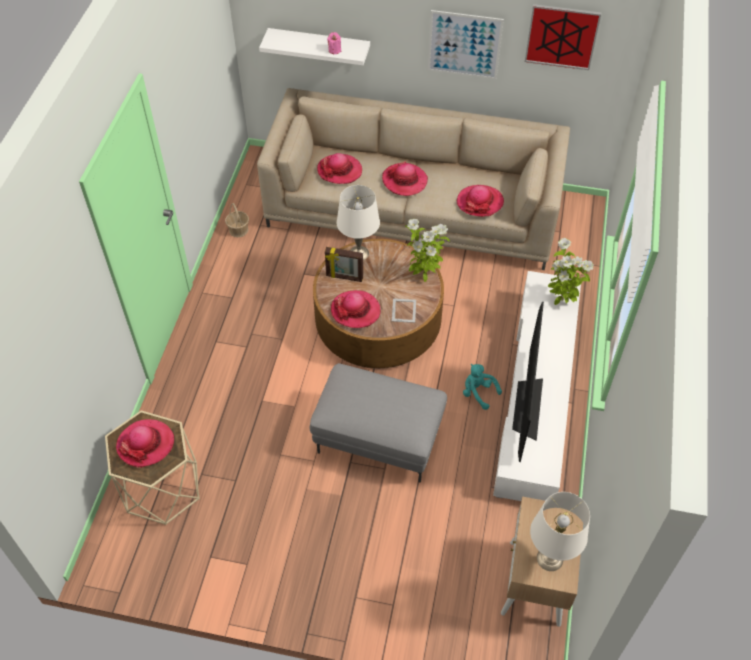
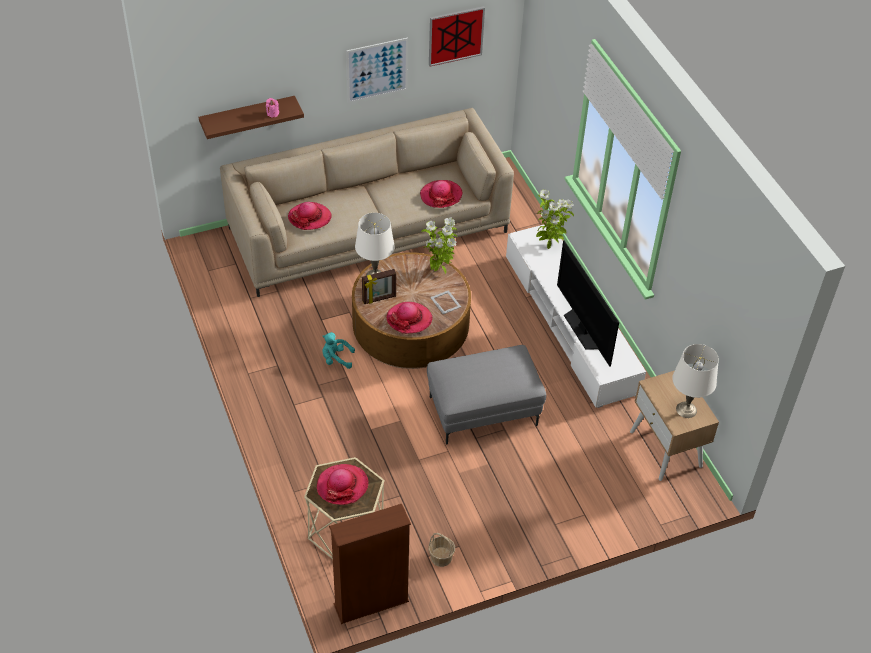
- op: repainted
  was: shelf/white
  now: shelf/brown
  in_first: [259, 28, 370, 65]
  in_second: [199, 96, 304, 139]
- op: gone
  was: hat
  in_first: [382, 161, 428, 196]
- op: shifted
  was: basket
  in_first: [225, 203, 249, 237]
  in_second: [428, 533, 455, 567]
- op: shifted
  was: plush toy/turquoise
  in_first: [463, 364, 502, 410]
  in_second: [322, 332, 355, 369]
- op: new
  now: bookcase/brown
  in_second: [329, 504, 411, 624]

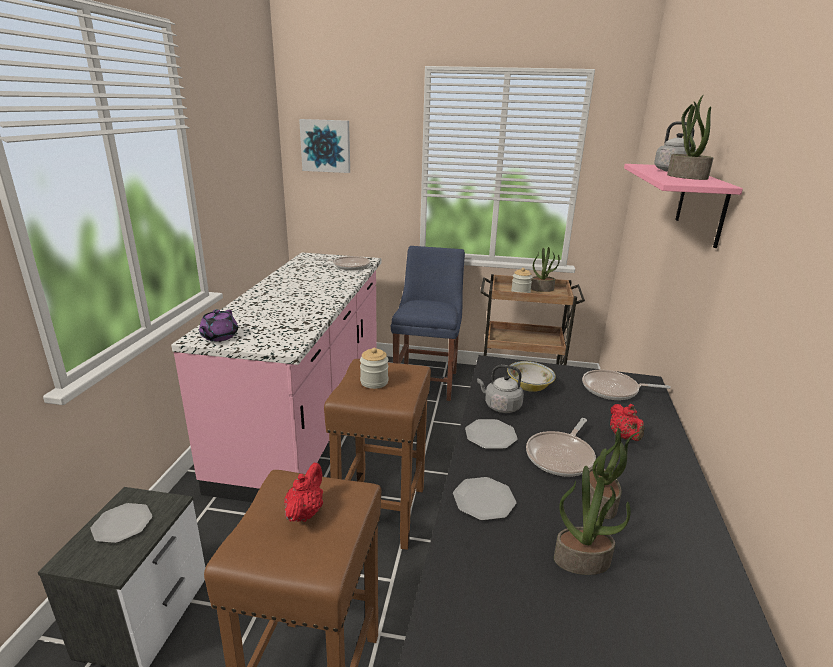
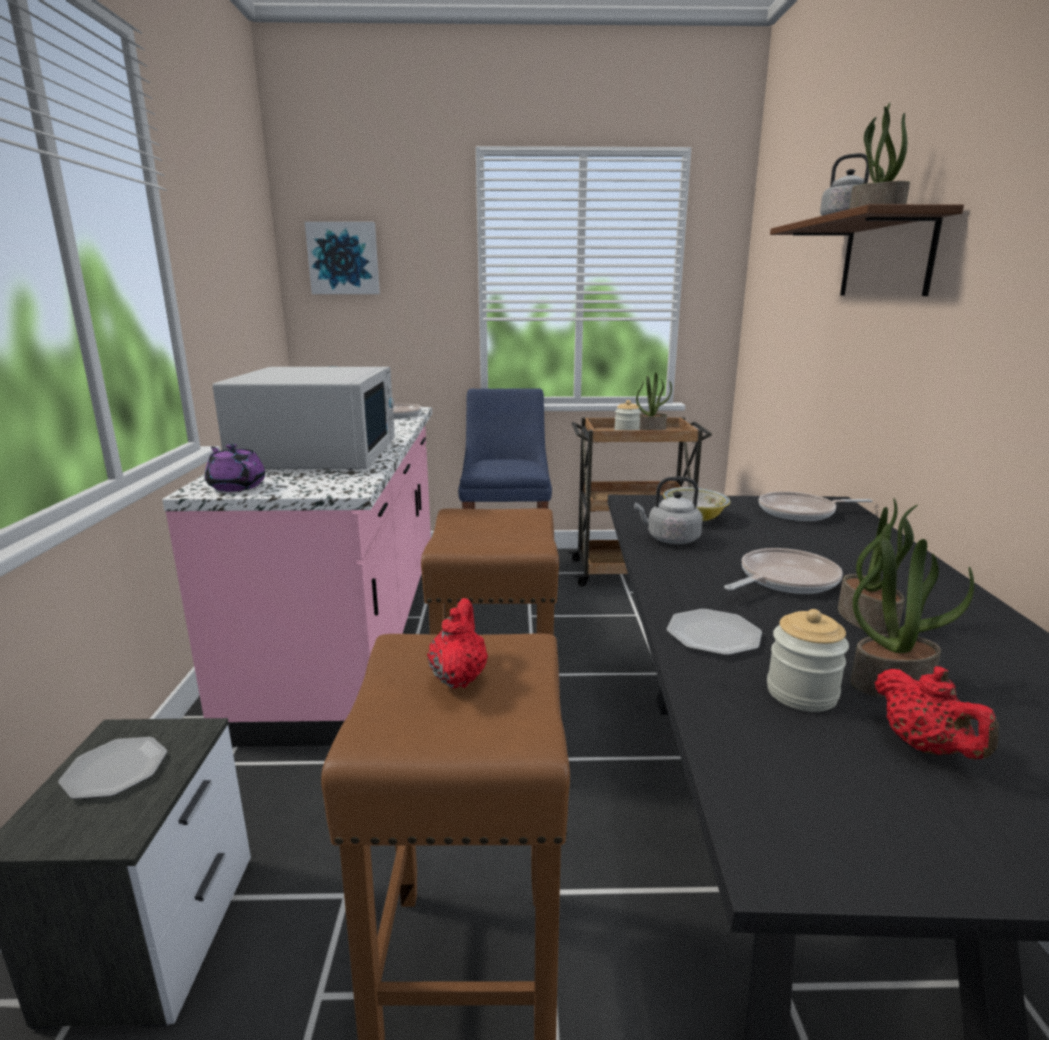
- op: repainted
  was: shelf/pink
  now: shelf/brown
  in_first: [624, 164, 743, 248]
  in_second: [770, 204, 964, 296]
- op: rotated
  was: teapot/purple
  in_first: [199, 309, 238, 341]
  in_second: [205, 444, 265, 492]
  clockwise: 135
- op: shifted
  was: jar
  in_first: [360, 348, 389, 389]
  in_second: [767, 609, 849, 712]
- op: shifted
  was: teapot/red
  in_first: [610, 404, 645, 441]
  in_second: [874, 666, 999, 760]
- op: rotated
  was: frying pan
  in_first: [526, 418, 596, 477]
  in_second: [724, 548, 843, 594]
  clockwise: -150
- op: gone
  was: plate
  in_first: [465, 419, 518, 449]
- op: new
  now: microwave/white
  in_second: [213, 367, 395, 470]

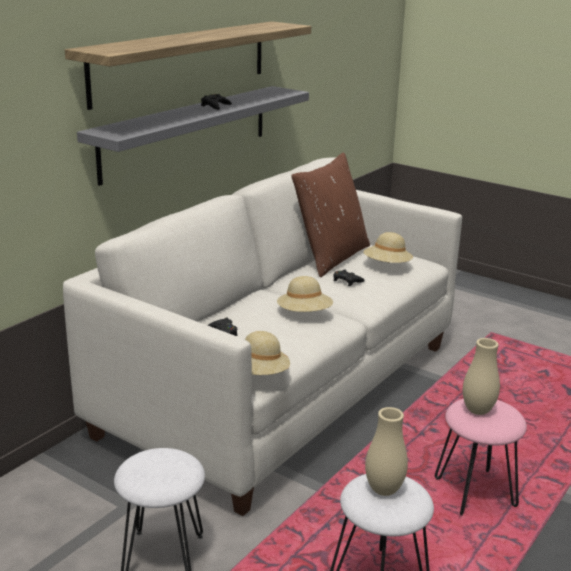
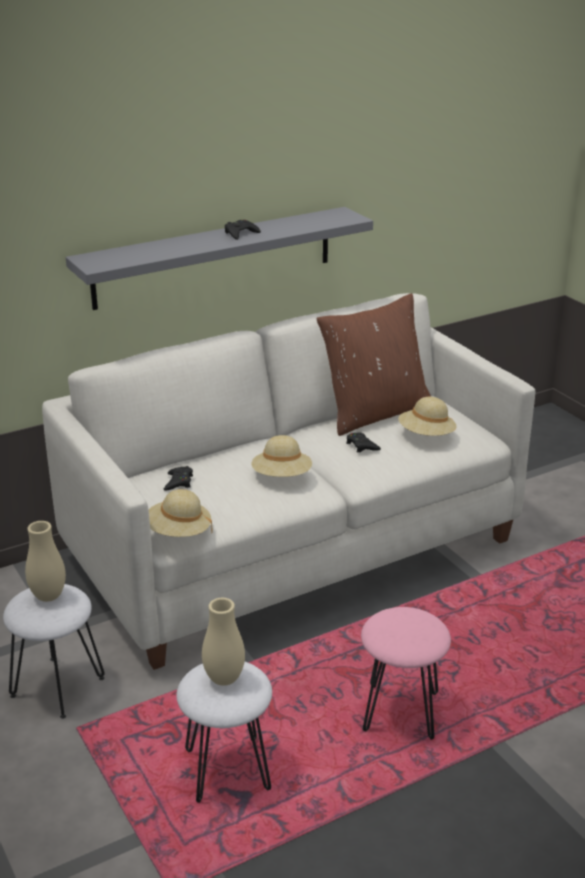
- op: gone
  was: shelf
  in_first: [65, 21, 311, 110]
- op: shifted
  was: vase/beige
  in_first: [463, 338, 500, 415]
  in_second: [25, 521, 66, 602]

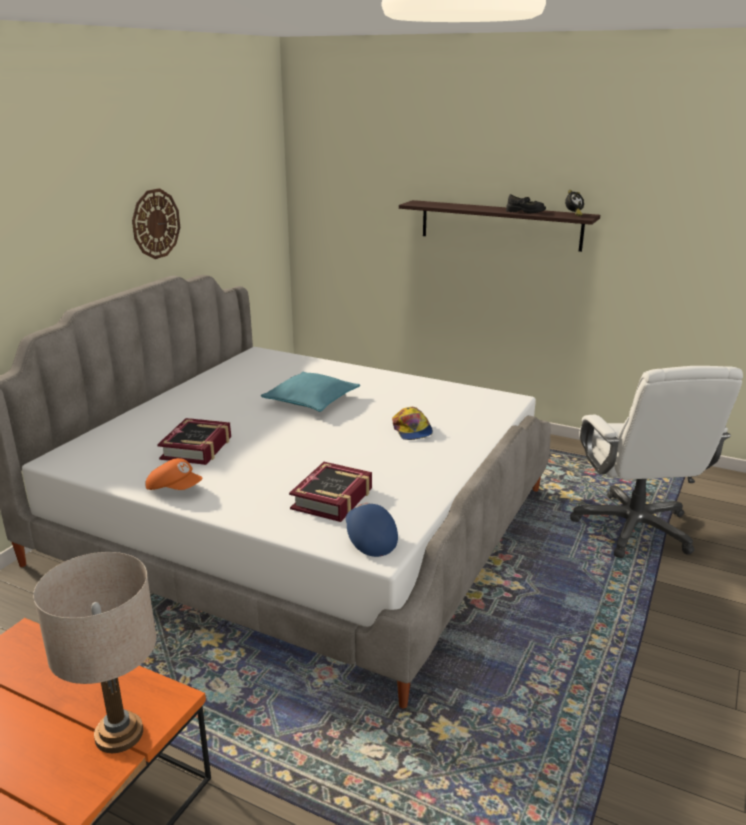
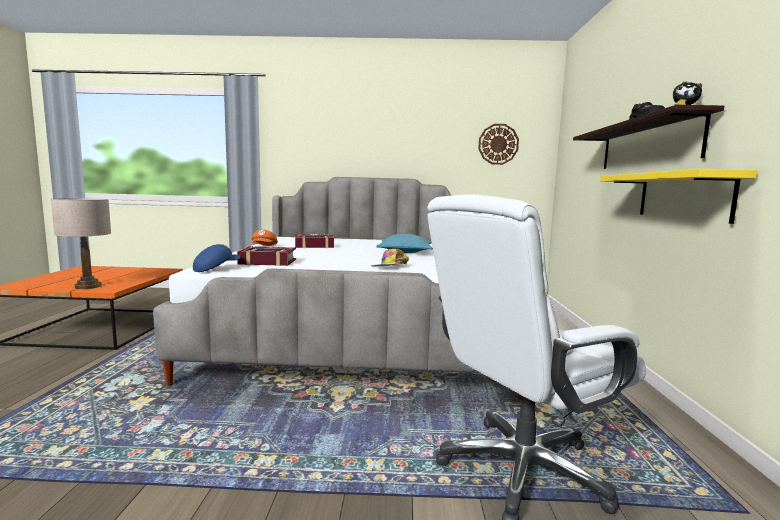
- op: shifted
  was: wall clock
  in_first: [132, 188, 180, 259]
  in_second: [478, 124, 519, 165]
- op: new
  now: shelf/yellow
  in_second: [600, 169, 757, 224]

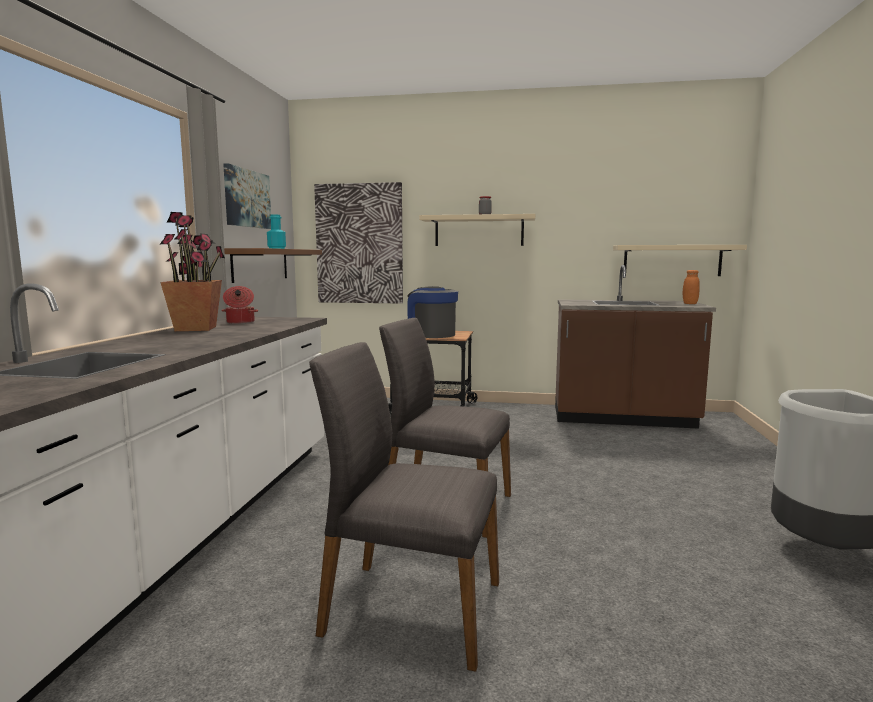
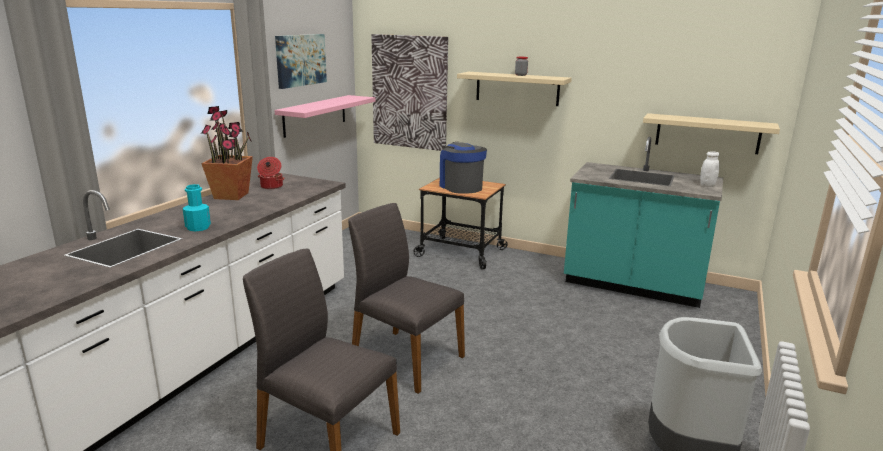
- op: shifted
  was: bottle/turquoise
  in_first: [267, 215, 286, 249]
  in_second: [183, 184, 211, 232]
- op: repainted
  was: shelf/brown
  now: shelf/pink
  in_first: [224, 248, 322, 283]
  in_second: [274, 95, 376, 138]
- op: repainted
  was: counter/brown
  now: counter/turquoise
  in_first: [555, 265, 716, 429]
  in_second: [564, 137, 723, 308]
- op: repainted
  was: jar/orange
  now: jar/white
  in_first: [683, 270, 700, 304]
  in_second: [700, 151, 720, 187]

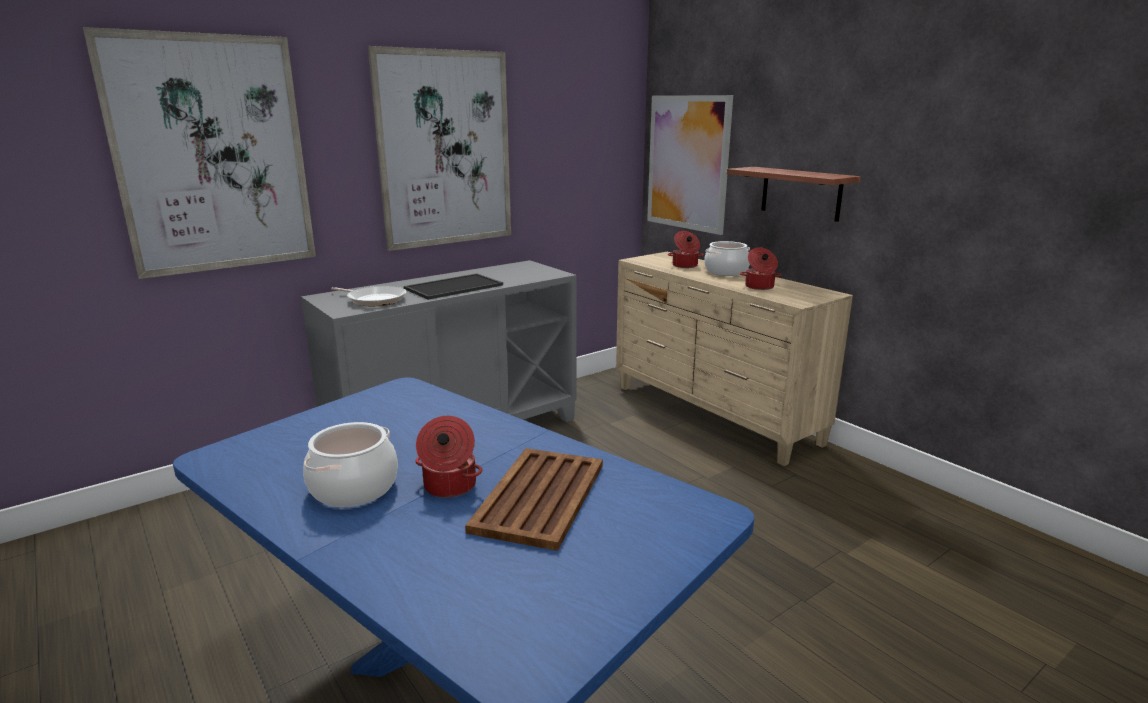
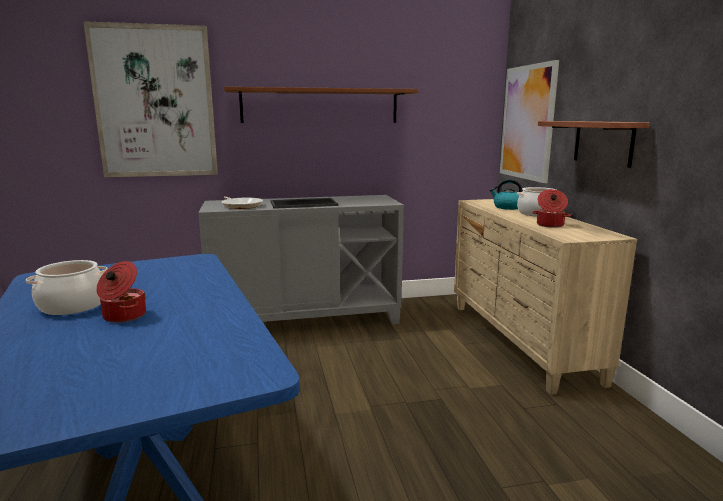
- op: swapped
  was: picture
  now: shelf/brown
  in_first: [368, 46, 511, 251]
  in_second: [224, 87, 419, 123]
- op: swapped
  was: cooking pot
  now: kettle
  in_first: [668, 231, 704, 268]
  in_second: [490, 179, 522, 210]
- op: gone
  was: tray/brown
  in_first: [465, 448, 603, 551]

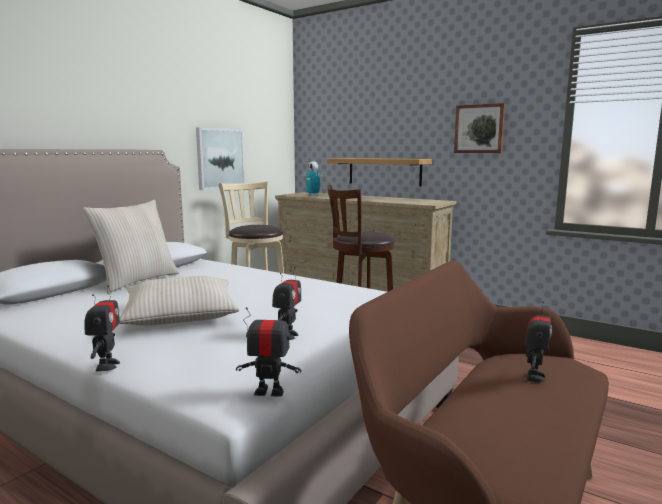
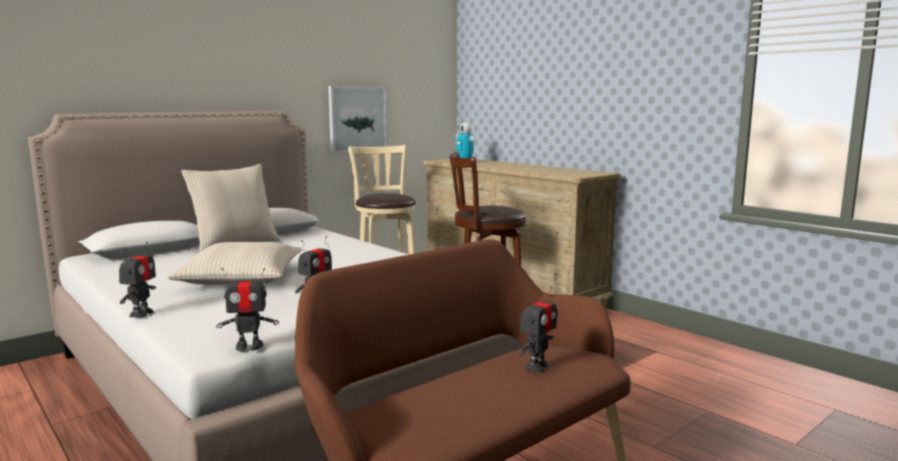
- op: gone
  was: picture
  in_first: [454, 103, 506, 153]
- op: gone
  was: shelf
  in_first: [327, 158, 432, 186]
- op: rotated
  was: toy robot
  in_first: [236, 307, 301, 397]
  in_second: [216, 268, 279, 351]
  clockwise: 150

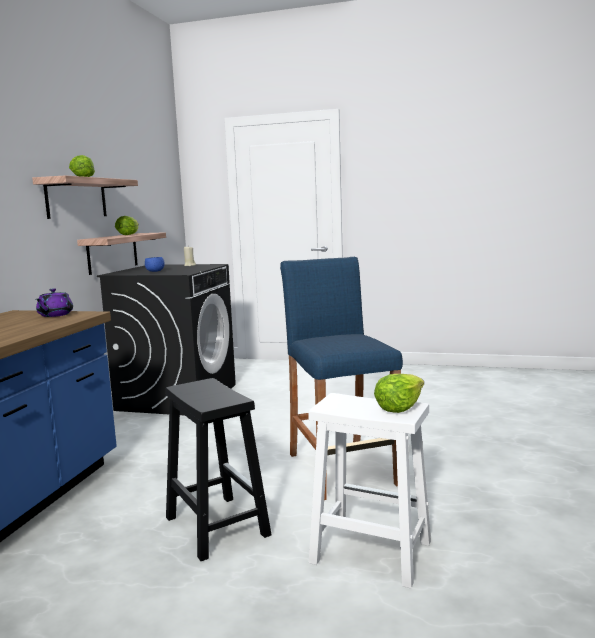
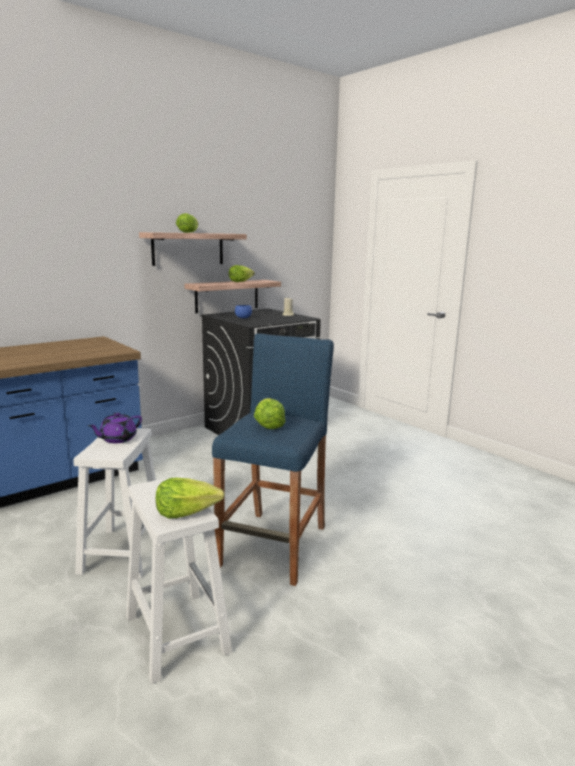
- op: shifted
  was: teapot/purple
  in_first: [36, 288, 73, 317]
  in_second: [88, 412, 142, 443]
- op: repainted
  was: stool/black
  now: stool/white
  in_first: [165, 378, 272, 561]
  in_second: [73, 428, 156, 578]
- op: new
  now: lettuce
  in_second: [254, 398, 286, 429]

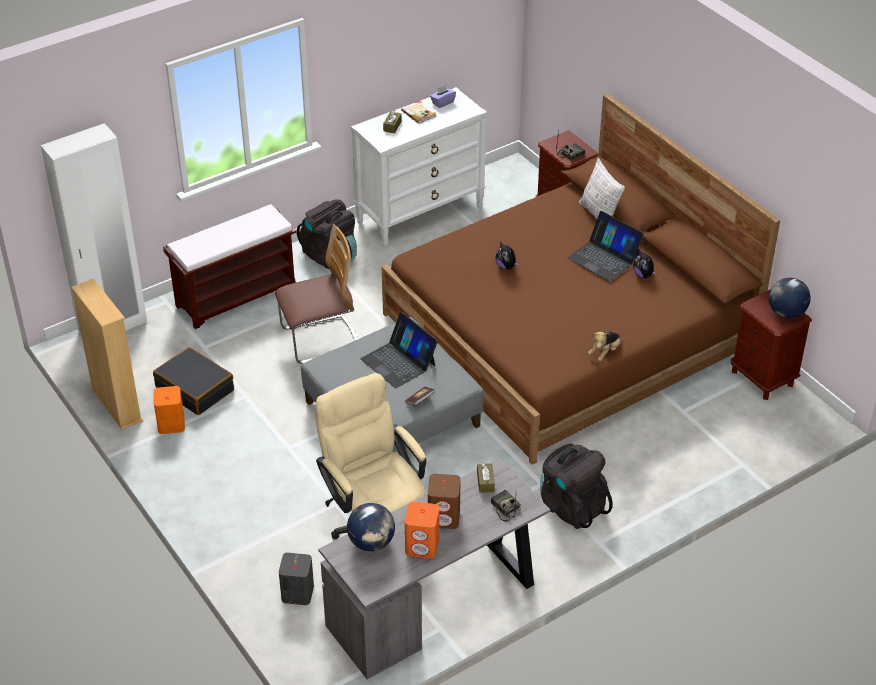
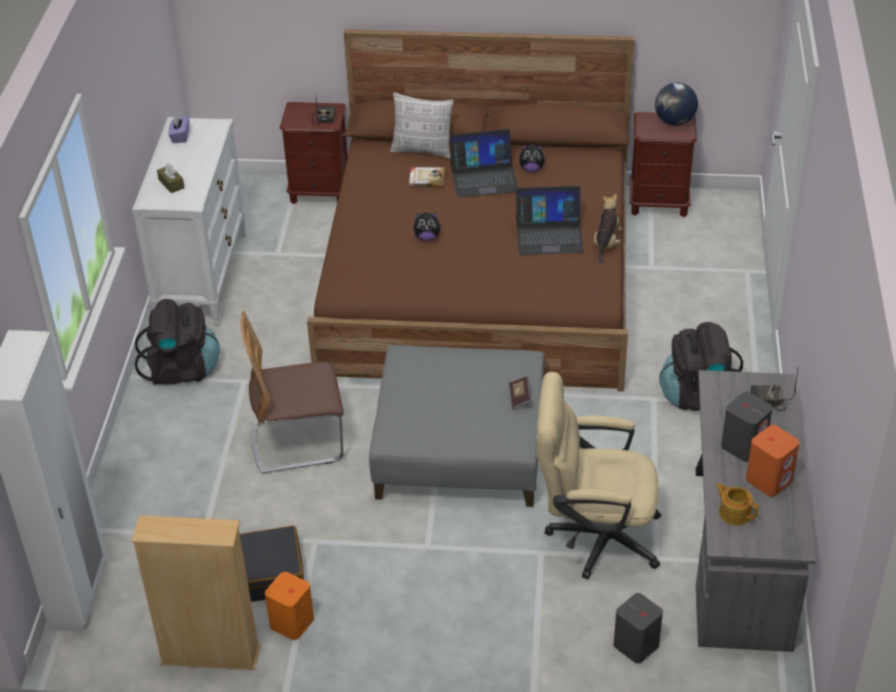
- op: shifted
  was: book
  in_first: [401, 100, 436, 124]
  in_second: [409, 167, 445, 187]
- op: gone
  was: bench/brown
  in_first: [163, 204, 296, 329]
- op: rotated
  was: chair
  in_first: [275, 224, 358, 364]
  in_second: [241, 311, 344, 474]
  clockwise: -120
- op: shifted
  was: laptop
  in_first: [361, 312, 438, 388]
  in_second: [516, 186, 584, 255]
- op: rotated
  was: plush toy
  in_first: [588, 331, 621, 361]
  in_second: [594, 194, 622, 263]
  clockwise: -150
- op: gone
  was: tissue box/brown
  in_first: [477, 464, 495, 493]
- op: repainted
  was: speaker/brown
  now: speaker/grey
  in_first: [428, 474, 460, 529]
  in_second: [721, 392, 773, 462]
- op: swapped
  was: globe
  now: teapot
  in_first: [347, 503, 395, 551]
  in_second: [715, 483, 758, 525]

